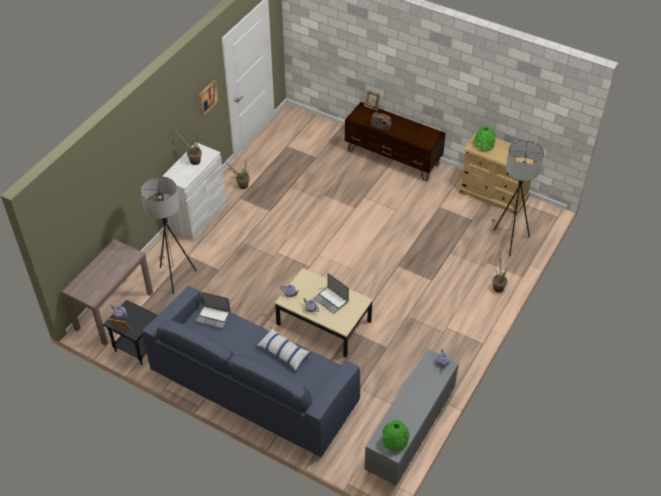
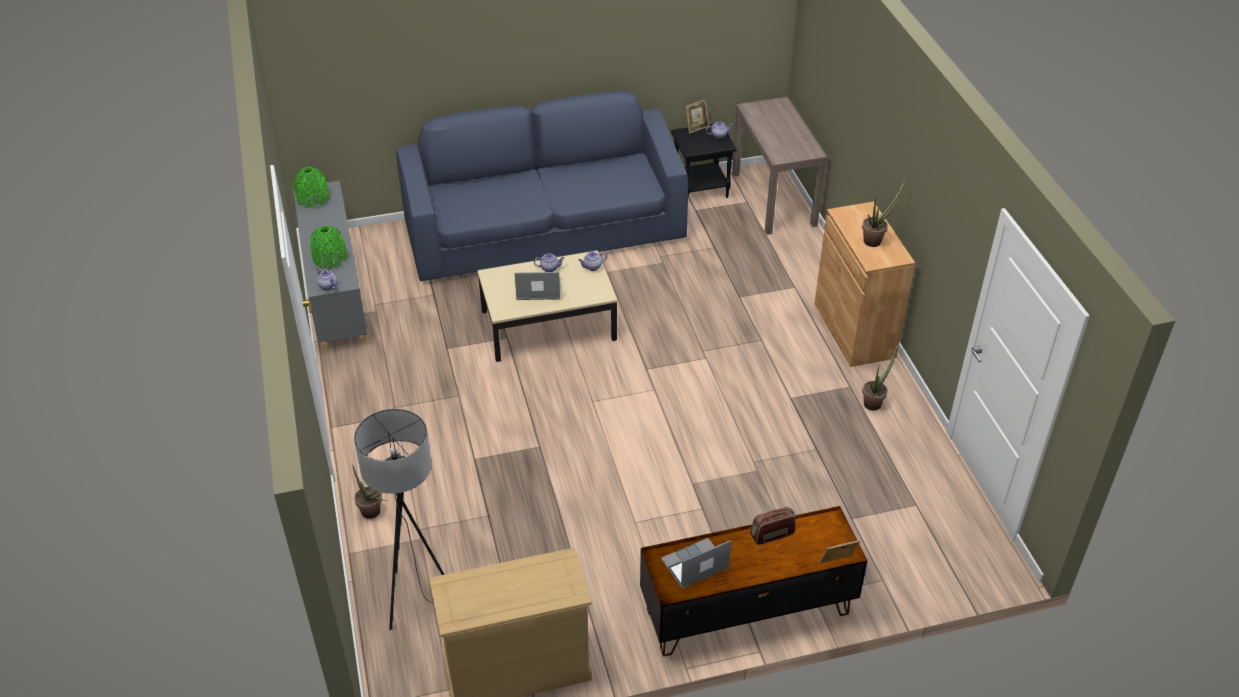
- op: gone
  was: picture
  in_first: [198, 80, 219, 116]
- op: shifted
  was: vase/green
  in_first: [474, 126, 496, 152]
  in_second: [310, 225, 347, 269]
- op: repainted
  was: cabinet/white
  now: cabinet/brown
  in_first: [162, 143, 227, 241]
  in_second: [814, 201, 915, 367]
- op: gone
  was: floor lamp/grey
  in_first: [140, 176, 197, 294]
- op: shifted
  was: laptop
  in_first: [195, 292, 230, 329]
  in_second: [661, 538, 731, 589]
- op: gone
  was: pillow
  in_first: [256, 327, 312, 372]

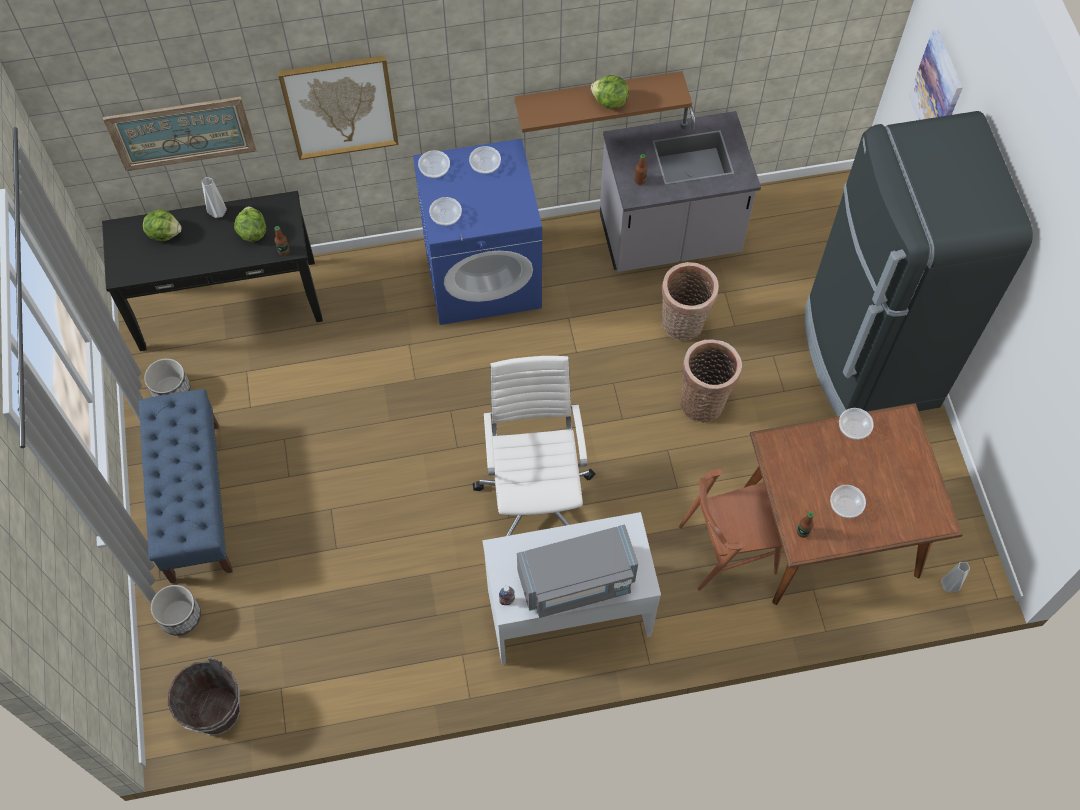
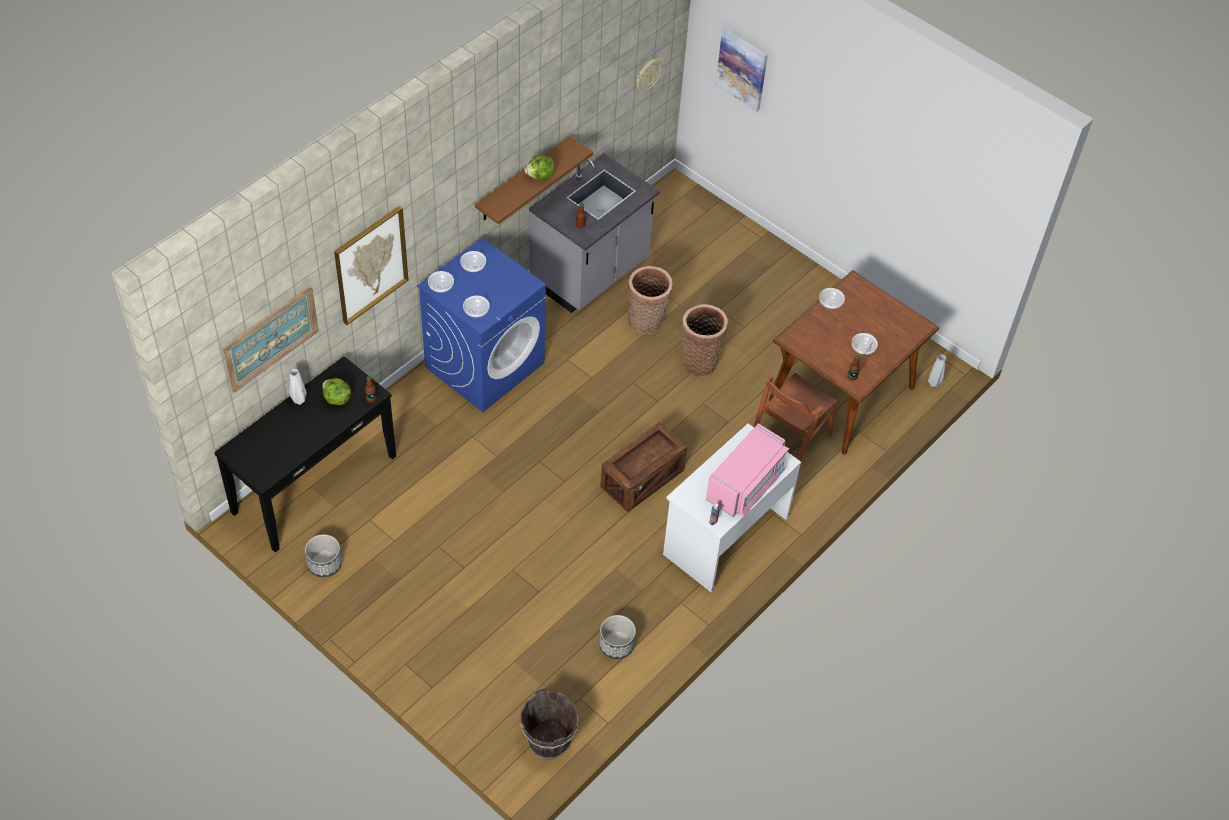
- op: gone
  was: fridge/black
  in_first: [805, 111, 1033, 417]
- op: gone
  was: lettuce
  in_first: [143, 209, 182, 241]
- op: swapped
  was: office chair/white
  now: crate
  in_first: [473, 356, 595, 536]
  in_second: [600, 422, 687, 512]
- op: gone
  was: bench/blue
  in_first: [139, 389, 233, 583]
- op: repainted
  was: microwave/grey
  now: microwave/pink
  in_first: [517, 524, 638, 618]
  in_second: [706, 423, 789, 517]
- op: shifted
  was: planter
  in_first: [151, 585, 201, 636]
  in_second: [599, 615, 636, 659]
- op: new
  now: wall clock
  in_second: [636, 59, 662, 92]

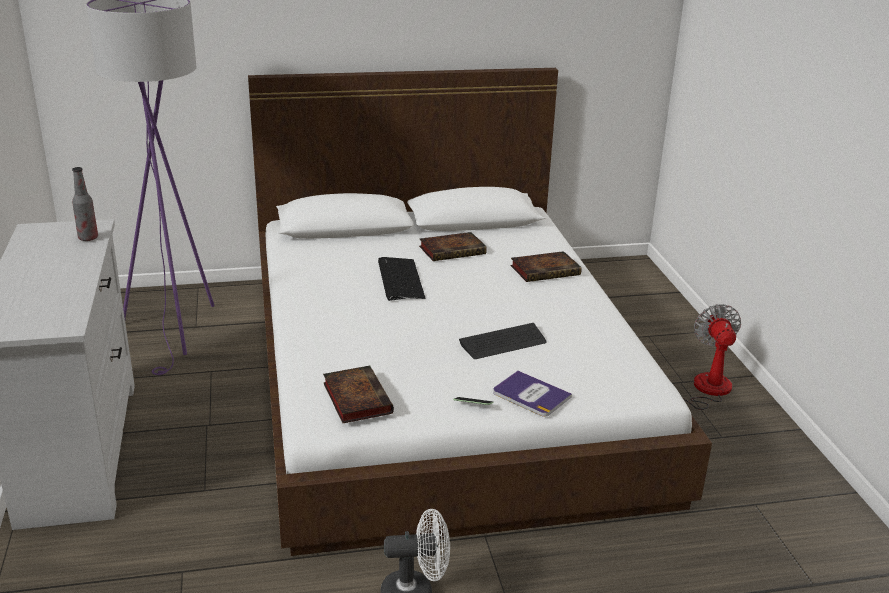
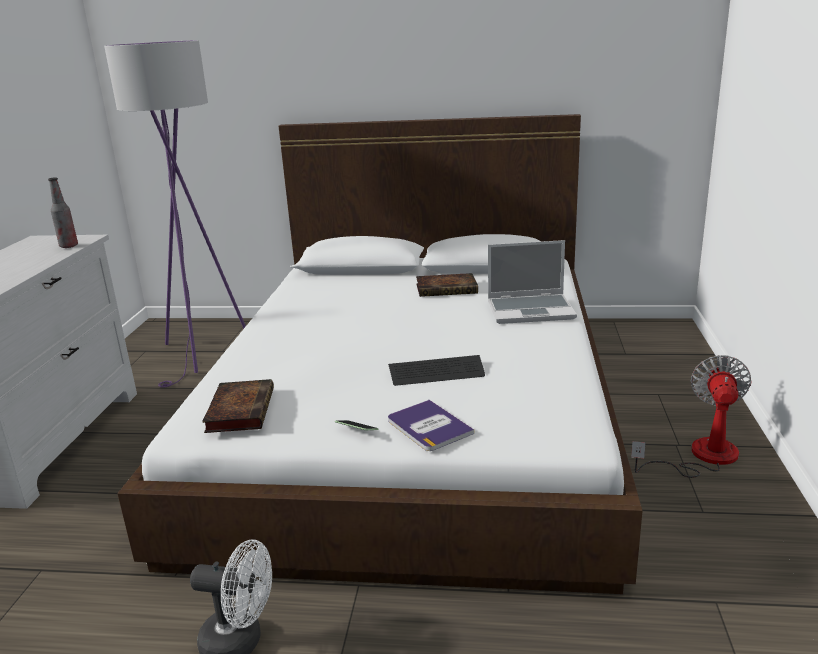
- op: swapped
  was: book
  now: laptop
  in_first: [510, 251, 582, 282]
  in_second: [488, 240, 577, 324]
- op: gone
  was: keyboard
  in_first: [378, 257, 425, 301]

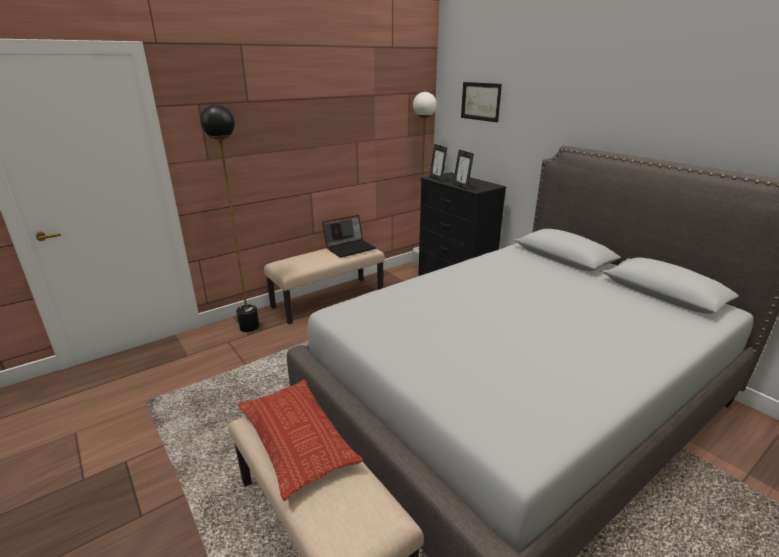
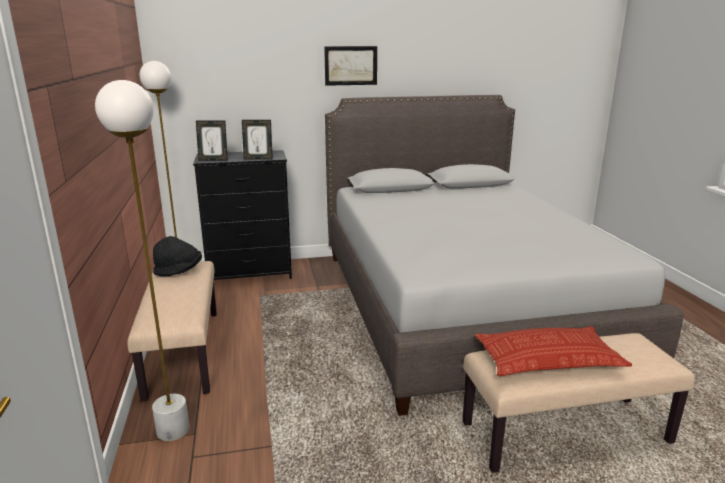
- op: shifted
  was: picture
  in_first: [461, 82, 502, 122]
  in_second: [324, 46, 377, 86]
- op: repainted
  was: floor lamp/black
  now: floor lamp/white
  in_first: [200, 104, 259, 332]
  in_second: [95, 80, 189, 441]
- op: swapped
  was: laptop
  now: hat/black
  in_first: [322, 215, 376, 258]
  in_second: [153, 236, 202, 276]

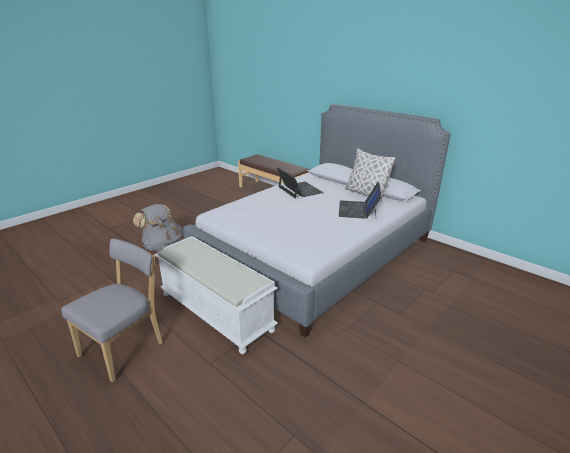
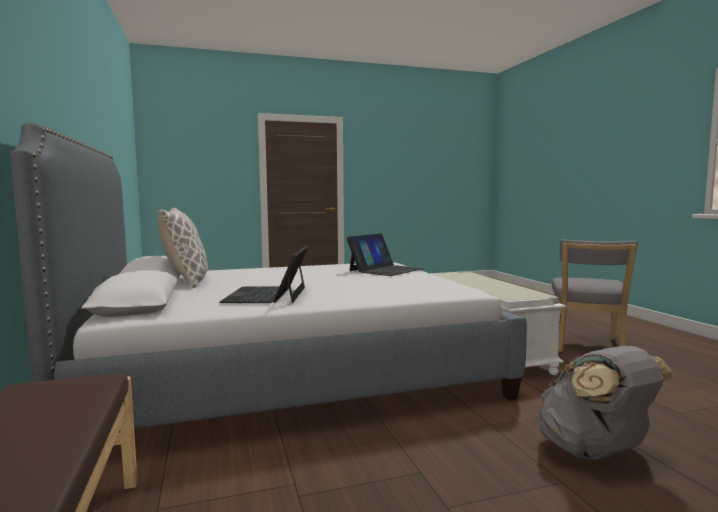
- op: shifted
  was: laptop
  in_first: [339, 182, 382, 218]
  in_second: [347, 233, 424, 276]
- op: rotated
  was: chair/grey
  in_first: [61, 238, 163, 382]
  in_second: [552, 239, 638, 352]
  clockwise: -45

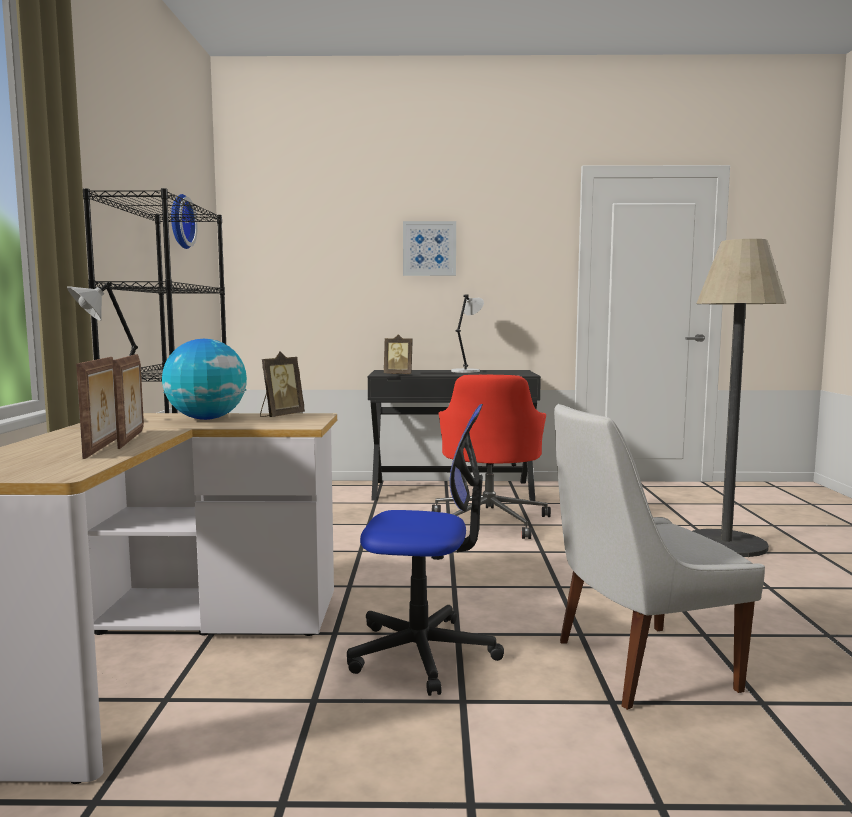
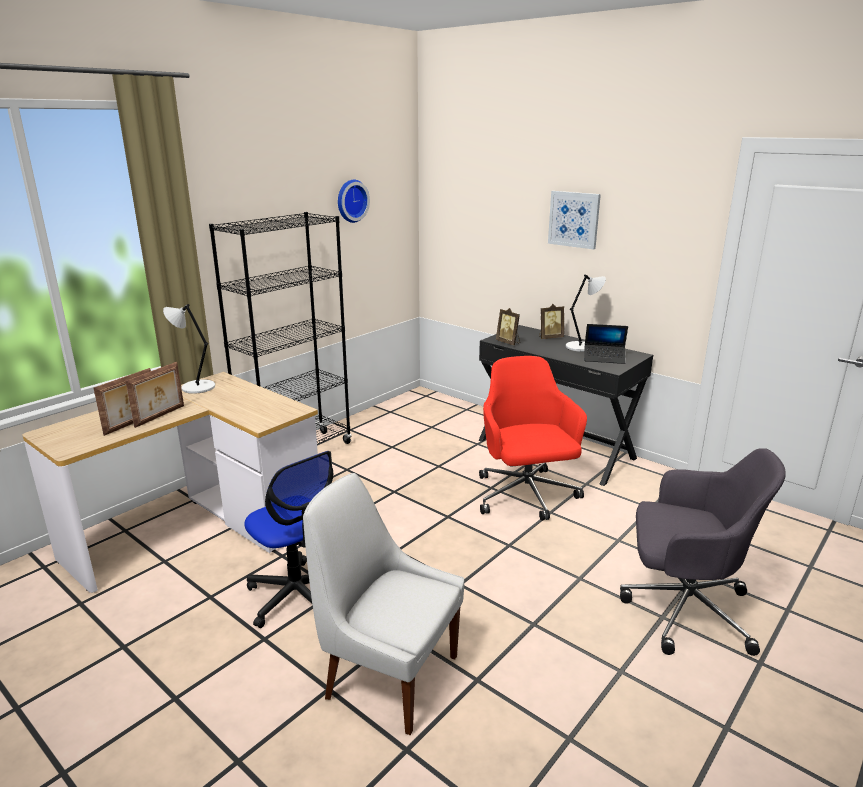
- op: swapped
  was: floor lamp
  now: office chair/grey
  in_first: [693, 239, 786, 557]
  in_second: [620, 448, 786, 656]
- op: gone
  was: globe
  in_first: [162, 339, 247, 420]
- op: shifted
  was: picture frame
  in_first: [260, 351, 305, 417]
  in_second: [539, 304, 564, 339]
- op: rotated
  was: office chair/red
  in_first: [432, 375, 551, 539]
  in_second: [479, 356, 587, 521]
  clockwise: 120
- op: new
  now: laptop
  in_second: [584, 324, 628, 364]

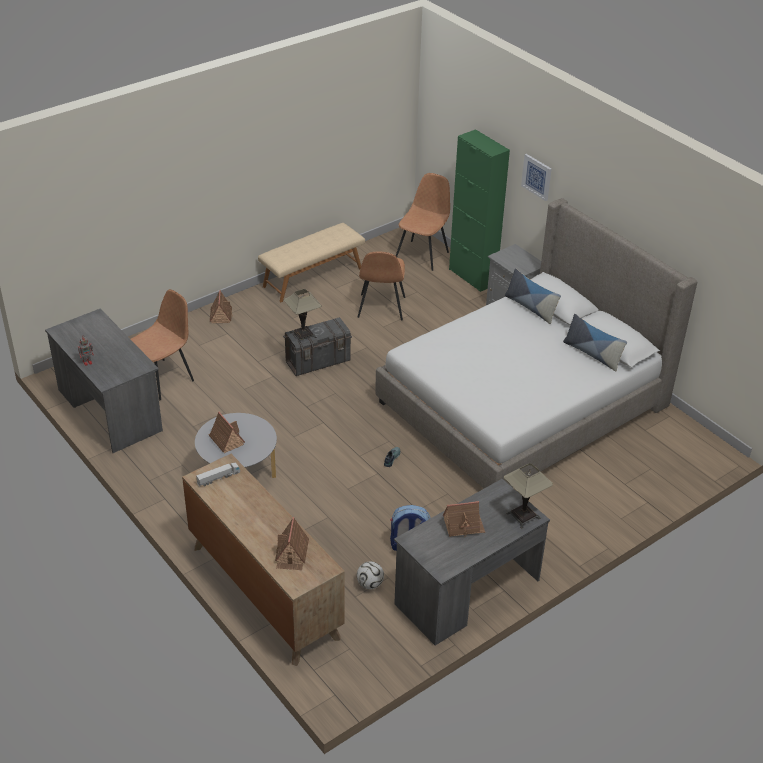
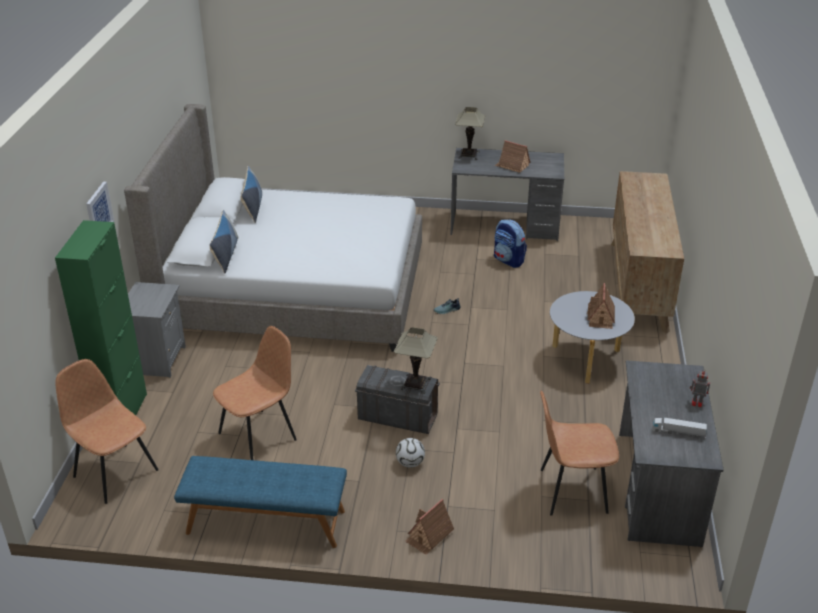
- op: rotated
  was: chair/brown
  in_first: [396, 173, 450, 271]
  in_second: [55, 359, 159, 504]
  clockwise: 60
- op: repainted
  was: bench/beige
  now: bench/blue
  in_first: [258, 223, 365, 302]
  in_second: [174, 456, 347, 548]
- op: shifted
  was: toy truck
  in_first: [196, 462, 240, 487]
  in_second: [652, 418, 707, 438]
- op: gone
  was: toy house
  in_first: [275, 517, 309, 570]
- op: shifted
  was: football
  in_first: [357, 561, 384, 589]
  in_second: [396, 438, 425, 468]

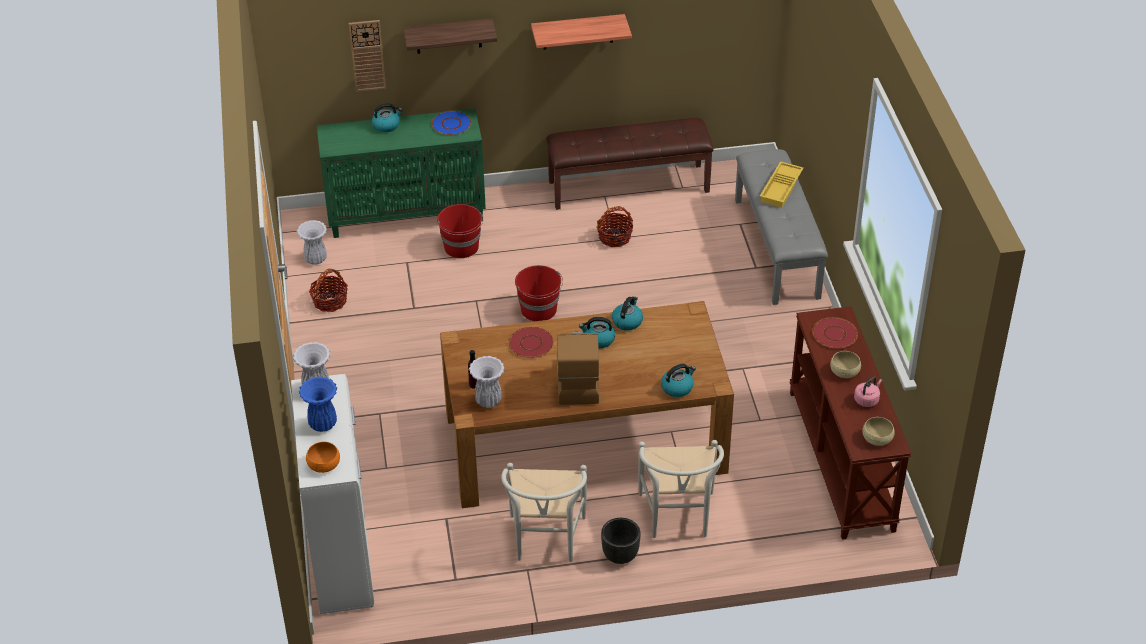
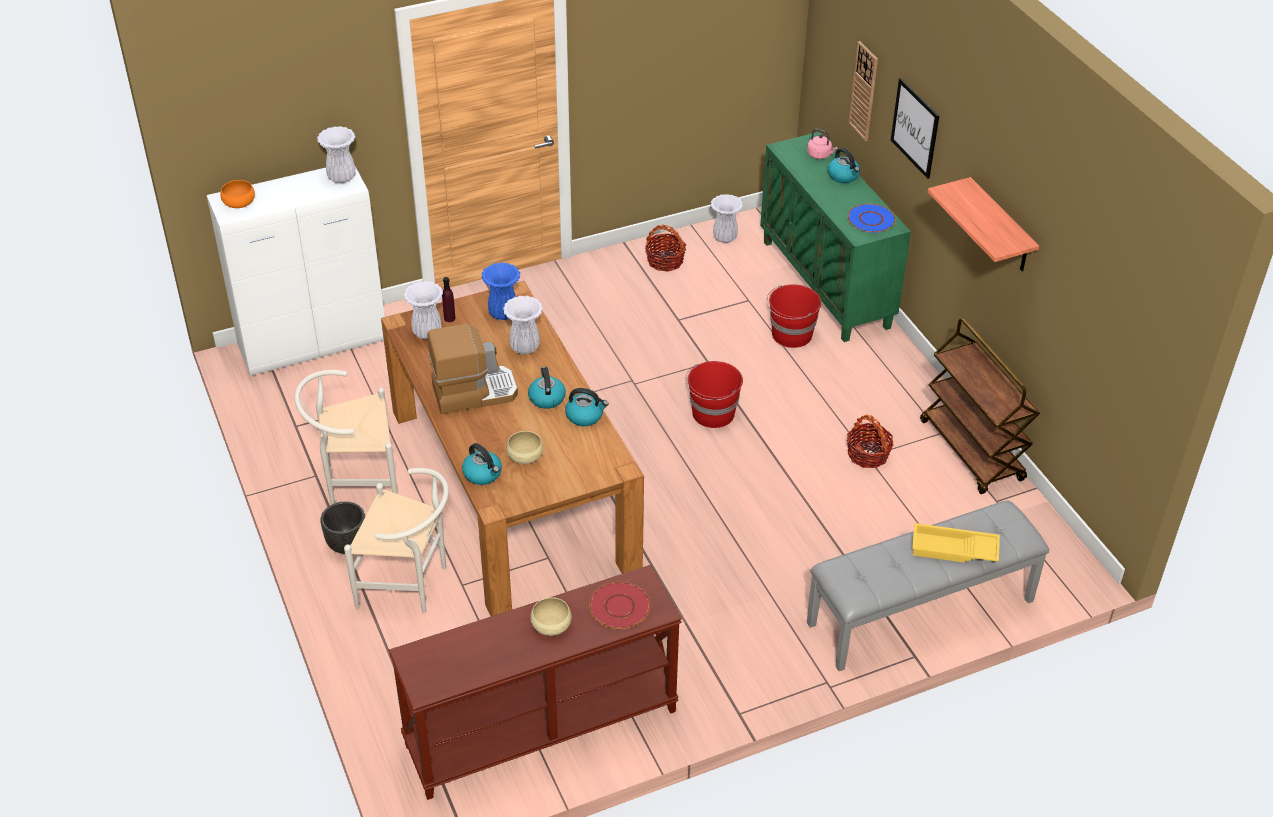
- op: swapped
  was: shelf
  now: picture
  in_first: [403, 18, 497, 54]
  in_second: [891, 78, 939, 179]
- op: swapped
  was: bench/brown
  now: cart/brown
  in_first: [546, 118, 713, 210]
  in_second: [920, 318, 1040, 494]
- op: swapped
  was: plate/red
  now: vase/white
  in_first: [508, 327, 554, 358]
  in_second: [503, 296, 543, 354]
- op: shifted
  was: vase/blue
  in_first: [299, 376, 337, 432]
  in_second: [482, 262, 520, 320]
- op: shifted
  was: kettle/pink
  in_first: [854, 376, 882, 407]
  in_second: [807, 129, 837, 159]
- op: shifted
  was: bowl/beige
  in_first: [862, 417, 895, 446]
  in_second: [506, 431, 543, 464]
- op: rotated
  was: chair/white
  in_first: [638, 440, 724, 538]
  in_second: [344, 468, 449, 613]
  clockwise: -150

